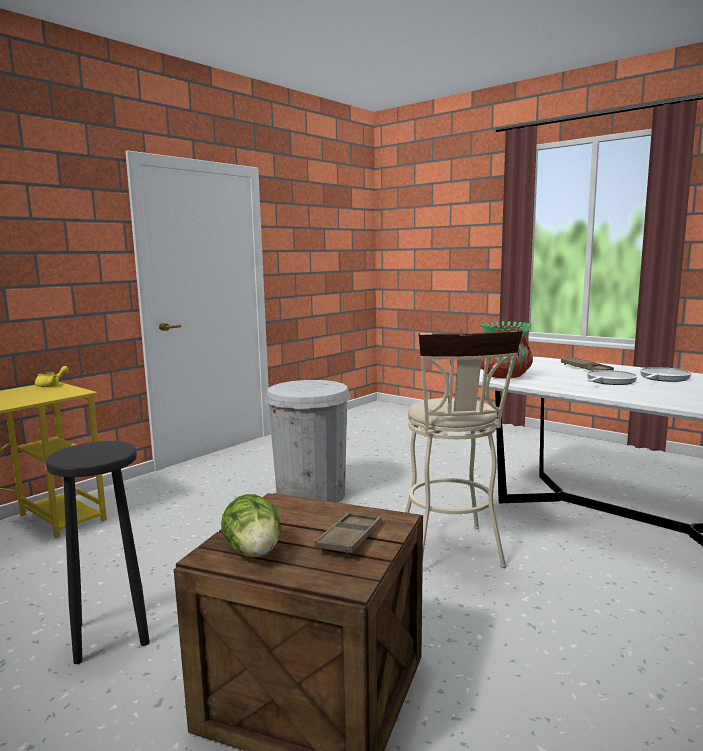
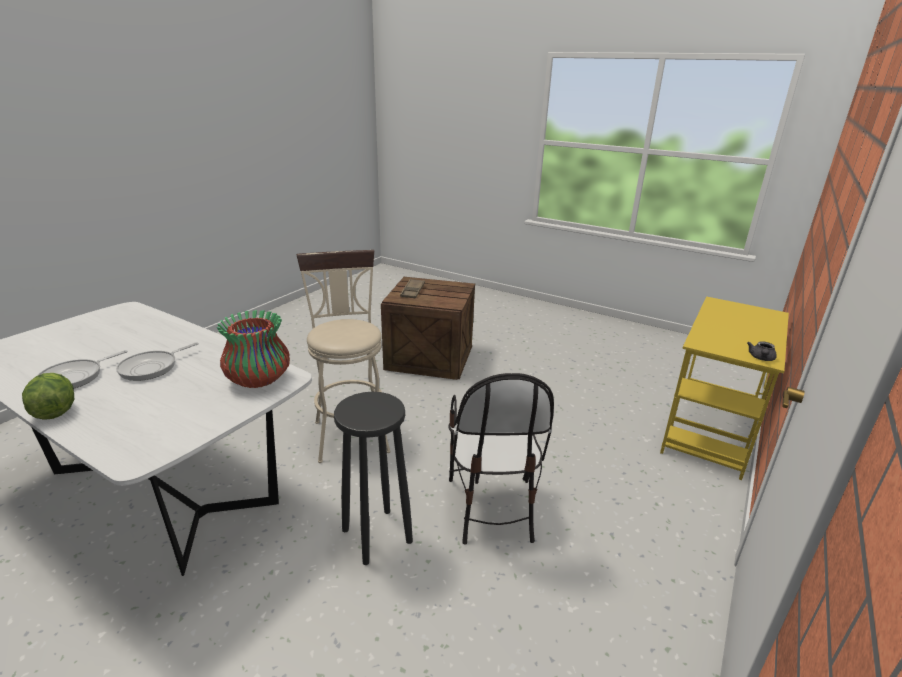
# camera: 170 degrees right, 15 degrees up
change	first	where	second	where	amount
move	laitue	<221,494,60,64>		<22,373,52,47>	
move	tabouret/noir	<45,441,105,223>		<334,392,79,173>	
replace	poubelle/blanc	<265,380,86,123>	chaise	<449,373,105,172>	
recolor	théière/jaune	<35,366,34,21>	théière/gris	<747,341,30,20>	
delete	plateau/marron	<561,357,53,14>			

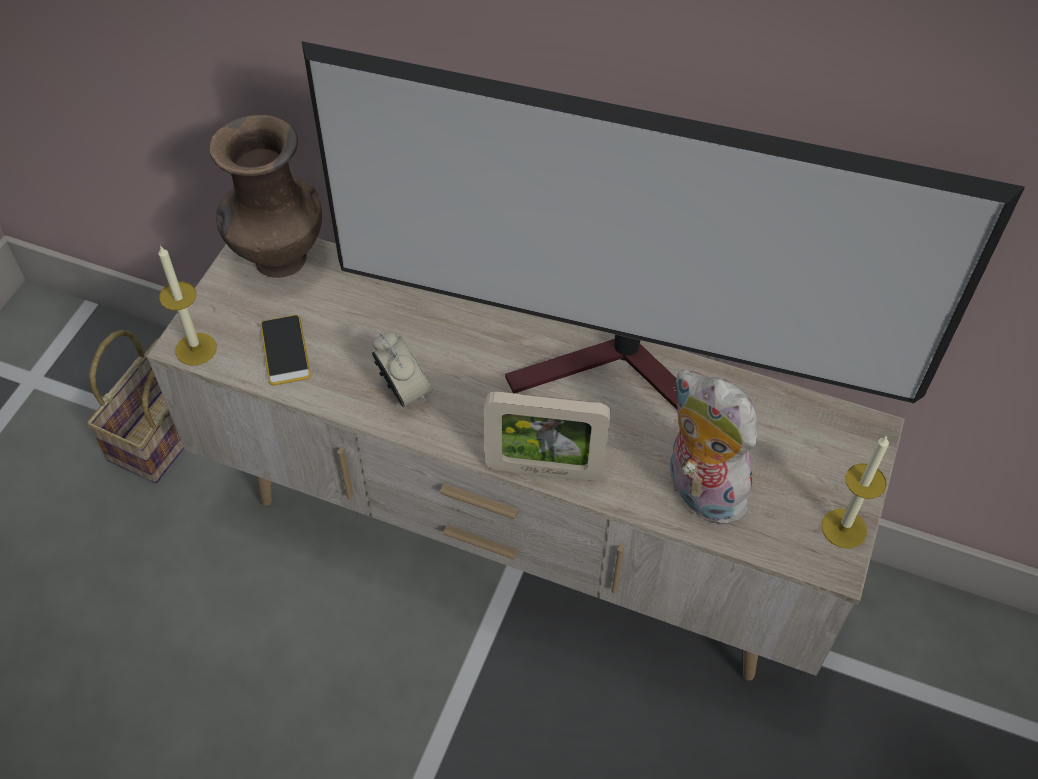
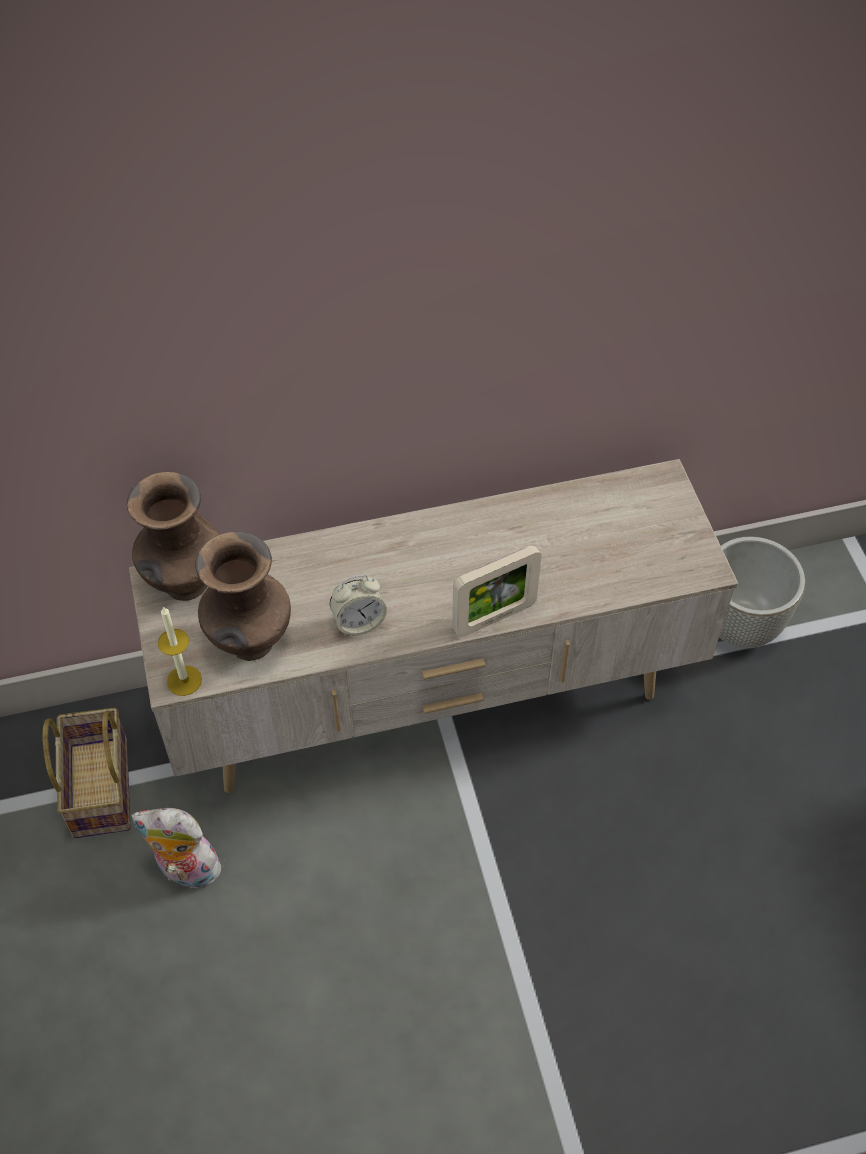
# camera: 35 degrees left, 0 degrees up
change	first	where	second	where	amount
move	peluche	<670,370,88,155>		<131,808,97,85>	
replace	téléphone	<260,315,51,70>	vase/marron	<195,532,96,129>	
rotate	réveil	<372,332,60,75>		<330,575,57,61>	135 degrees clockwise
insert			cache-pot/gris	<719,537,86,111>	
delete	téléviseur	<302,41,723,369>			
delete	bougie	<822,436,67,113>			

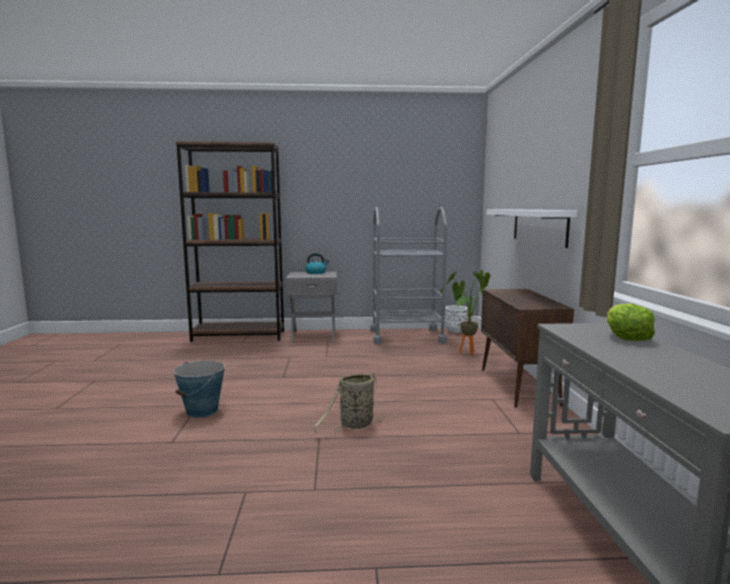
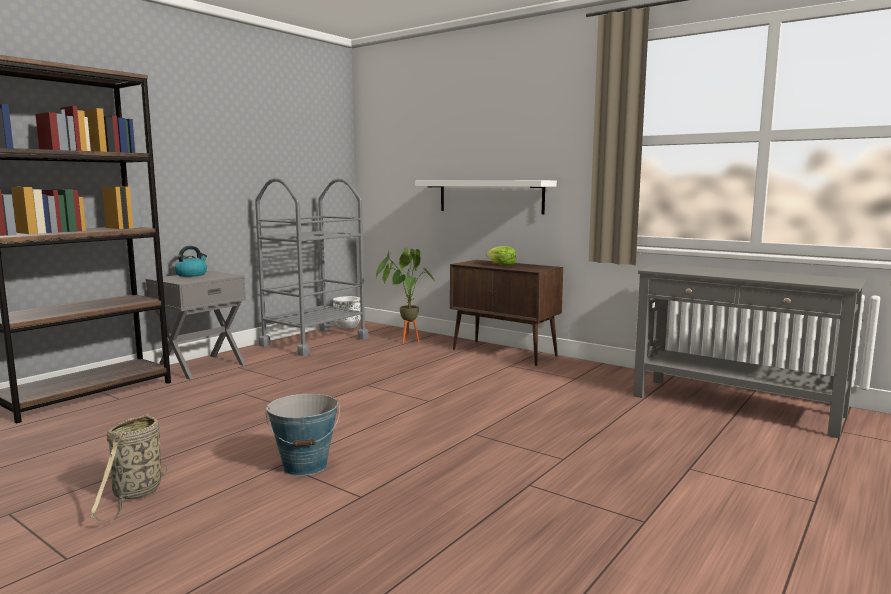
# camera: 50 degrees left, 0 degrees up
change	first	where	second	where	amount
move	panier	<313,373,72,63>		<90,413,78,108>	
move	laitue	<607,303,48,38>		<487,246,29,20>	

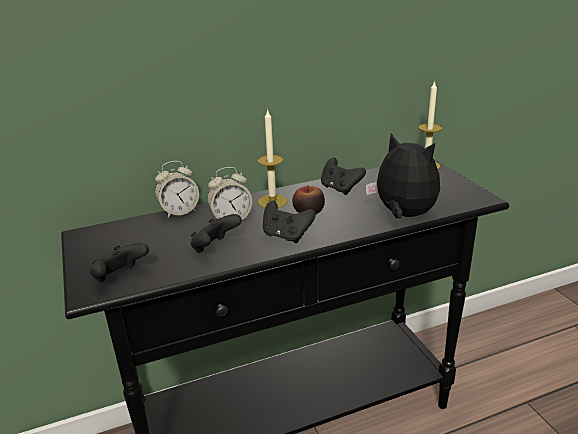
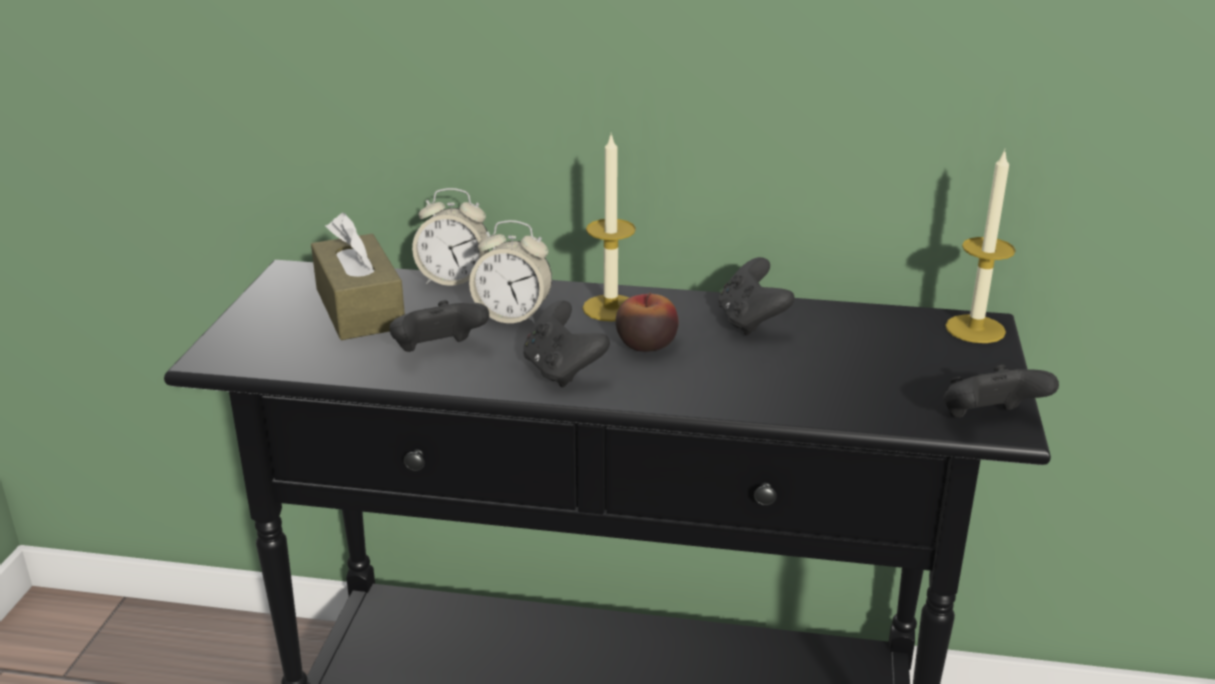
# camera: 30 degrees right, 0 degrees up
change	first	where	second	where	amount
insert			boîte à mouchoirs/marron	<311,213,94,127>	
move	manette/noir	<89,242,60,40>		<944,364,115,54>	
delete	peluche	<365,133,75,86>			

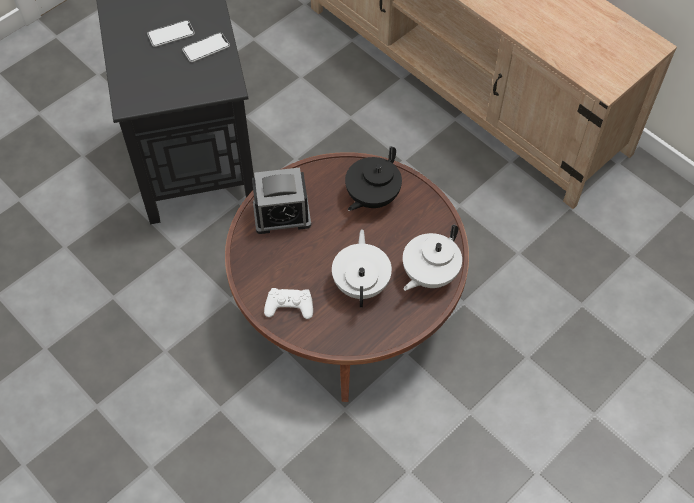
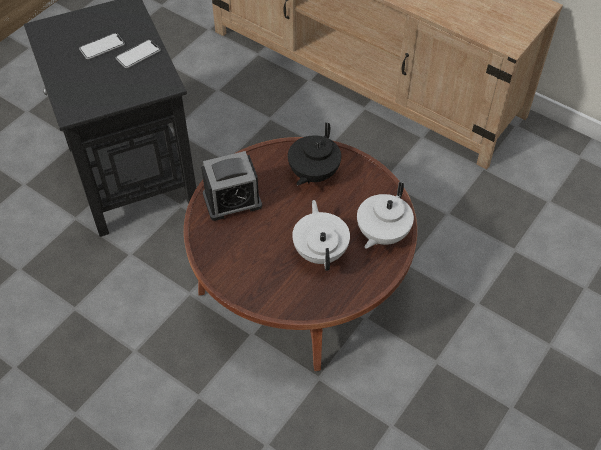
# camera: 10 degrees left, 5 degrees down
change	first	where	second	where	amount
delete	manette/blanc	<264,288,49,31>			

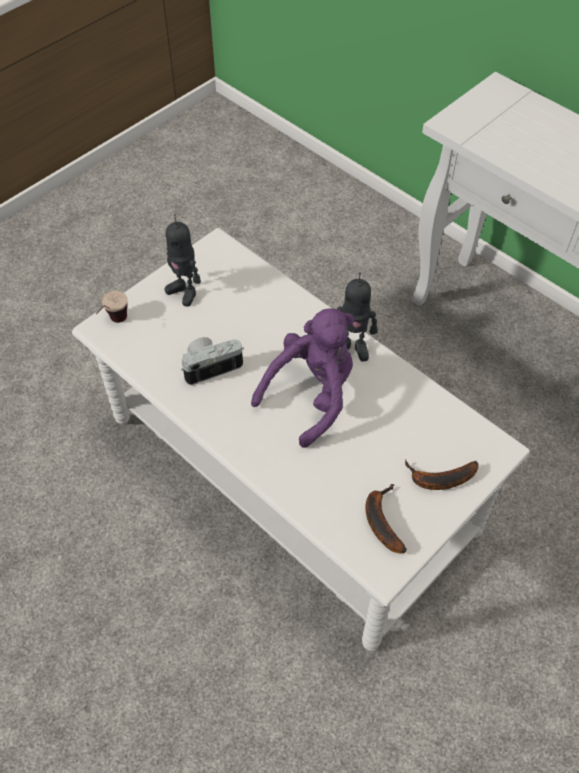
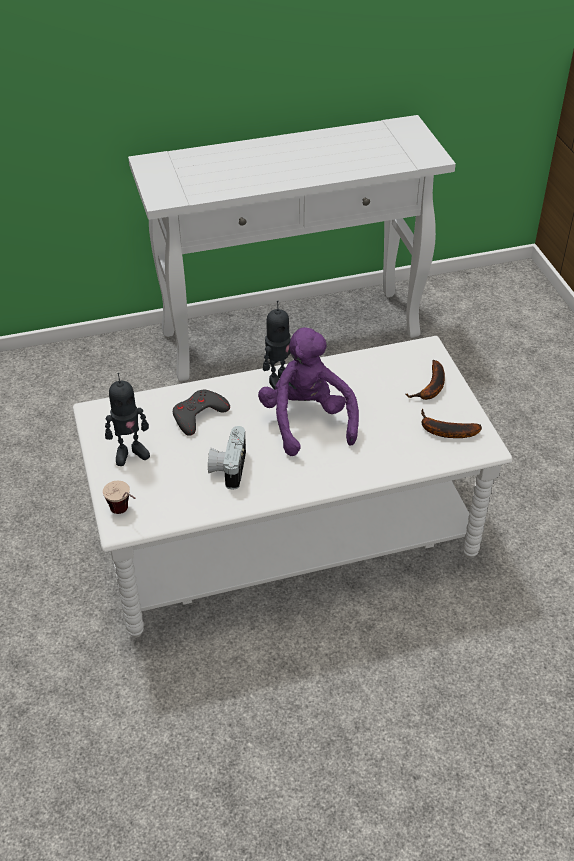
# camera: 60 degrees left, 10 degrees down
change	first	where	second	where	amount
insert			manette/gris	<173,390,57,46>	

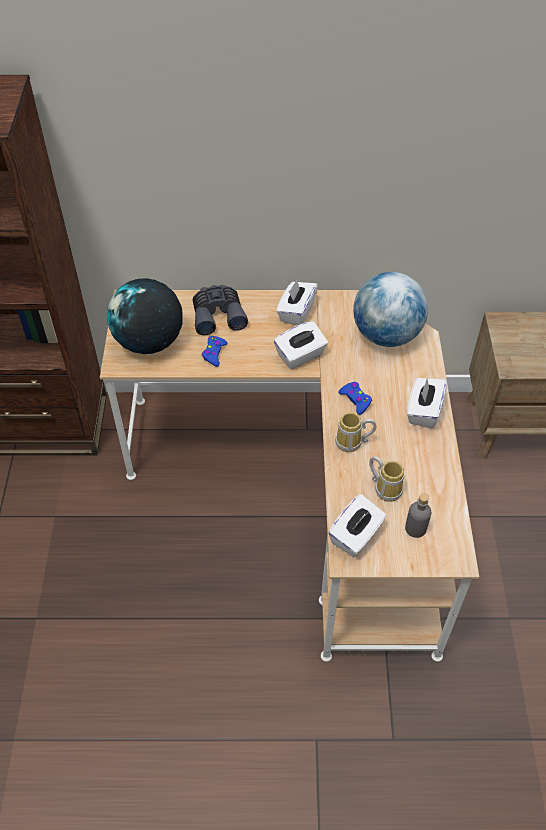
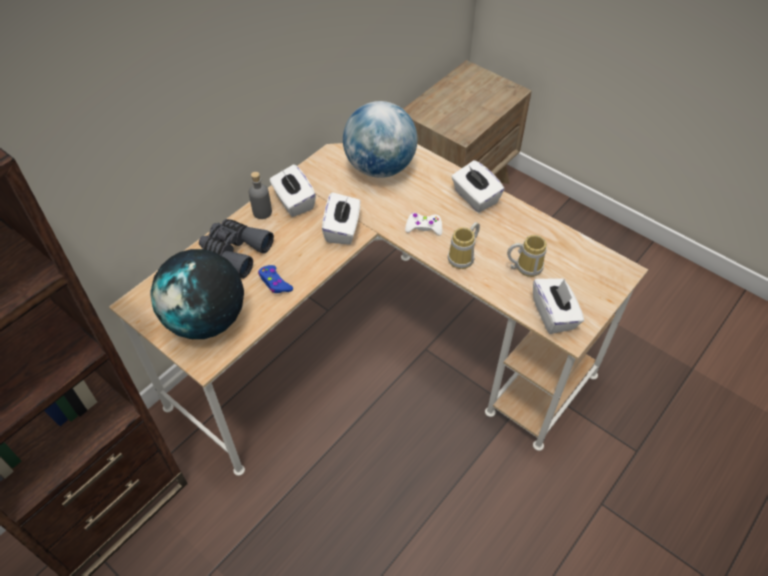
# camera: 50 degrees left, 0 degrees up
change	first	where	second	where	amount
move	bouteille/gris	<405,493,26,45>		<249,172,23,47>	
recolor	manette/bleu	<338,382,34,33>	manette/blanc	<405,213,37,22>	

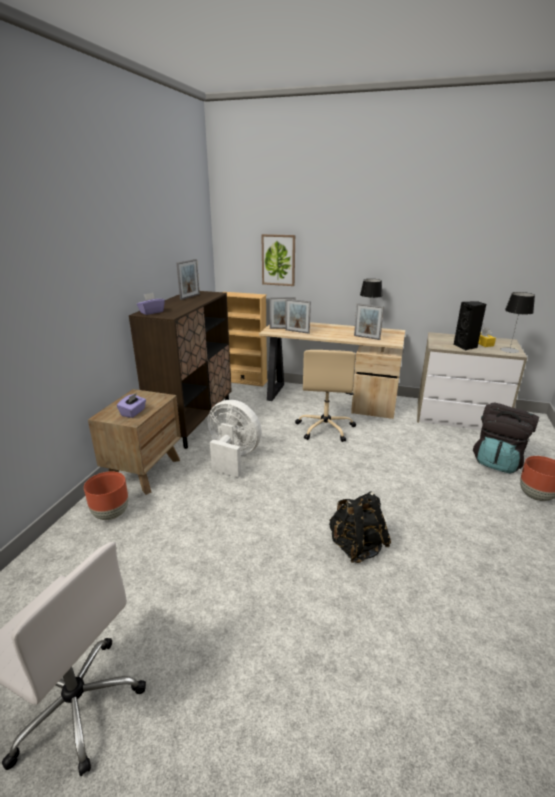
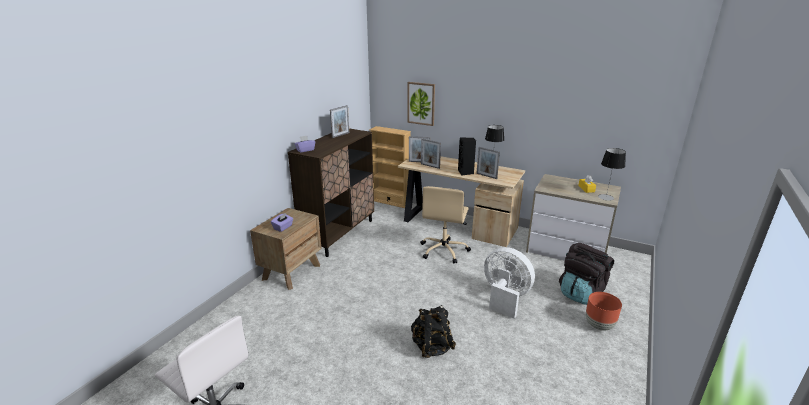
# camera: 10 degrees right, 0 degrees up
change	first	where	second	where	amount
move	enceinte/noir	<454,301,32,49>		<458,137,18,39>	
move	ventilateur/blanc	<207,400,55,78>		<484,247,51,72>	
delete	cache-pot/marron	<84,471,44,49>			

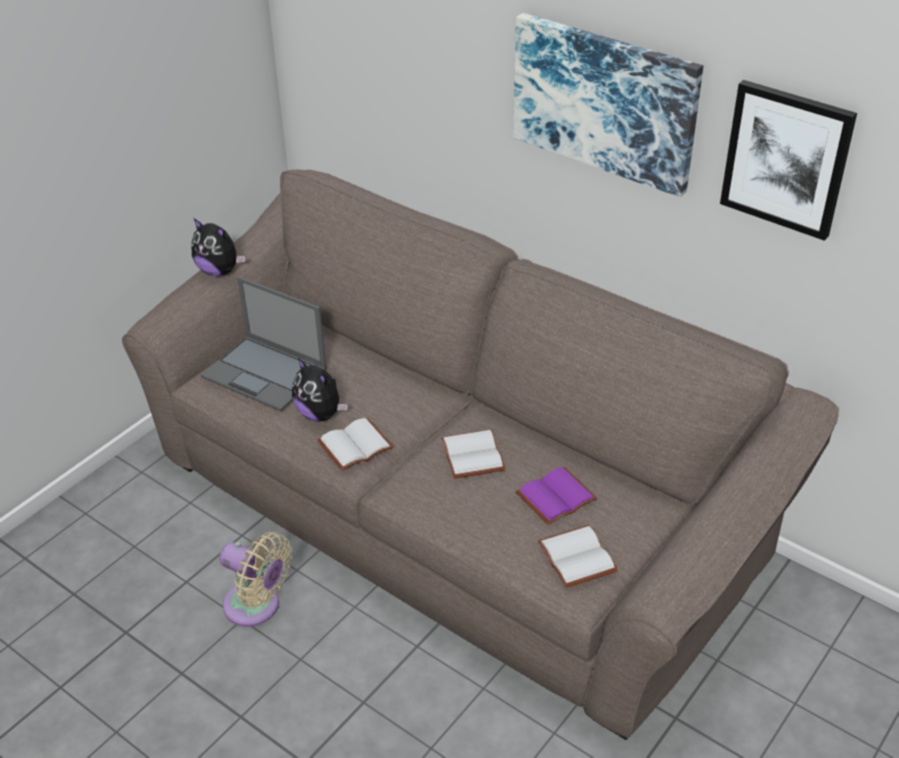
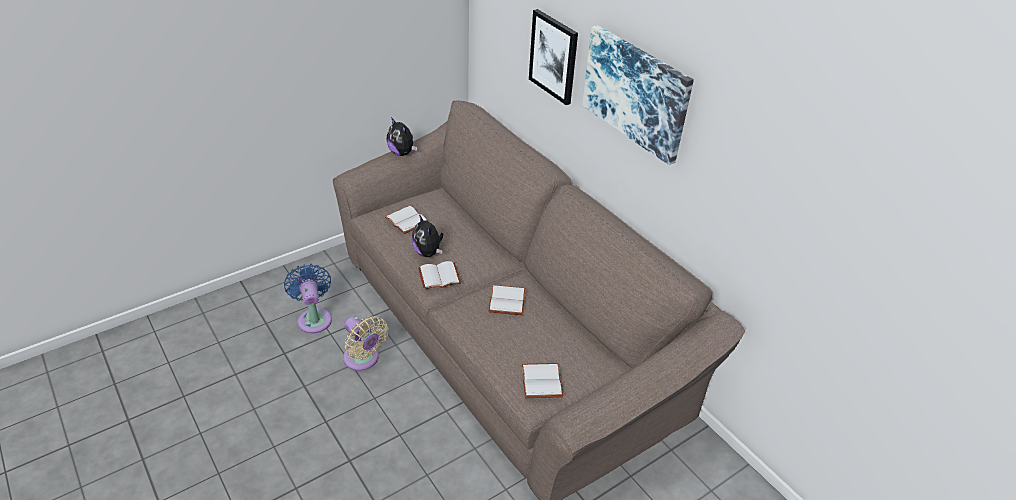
# camera: 15 degrees right, 0 degrees up
change	first	where	second	where	amount
insert			ventilateur/bleu	<284,264,48,70>	
replace	ordinateur portable	<201,277,126,134>	livre/blanc	<385,206,44,28>	
move	tableau	<720,80,137,161>		<529,9,49,96>	
delete	livre/violet	<515,467,83,58>			

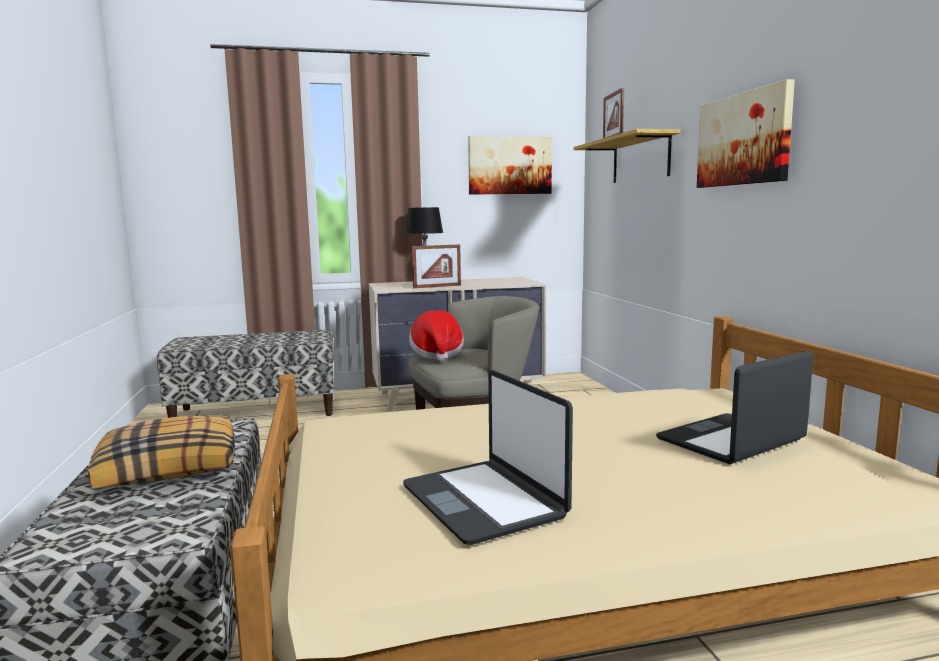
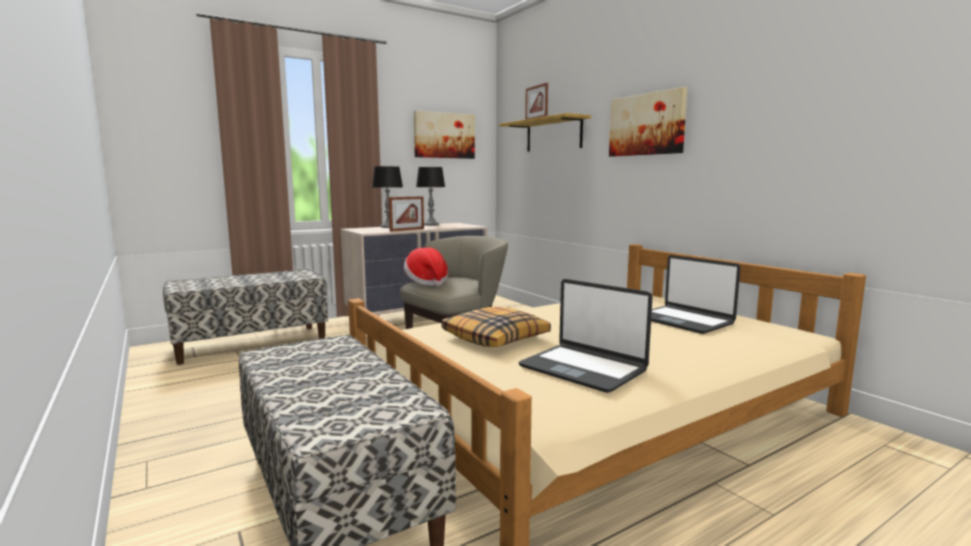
# camera: 20 degrees left, 0 degrees up
change	first	where	second	where	amount
insert			lampe de table	<416,167,29,59>	
move	coussin	<88,415,147,74>		<441,307,110,40>	
rotate	ordinateur portable	<656,351,157,113>		<651,255,90,79>	75 degrees counterclockwise

